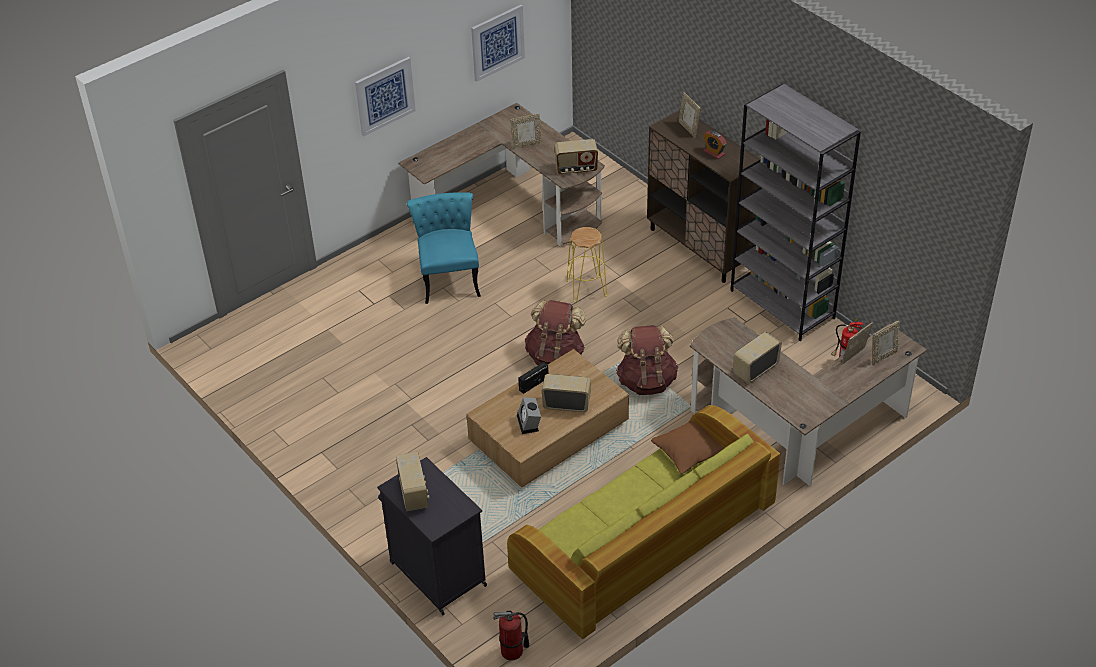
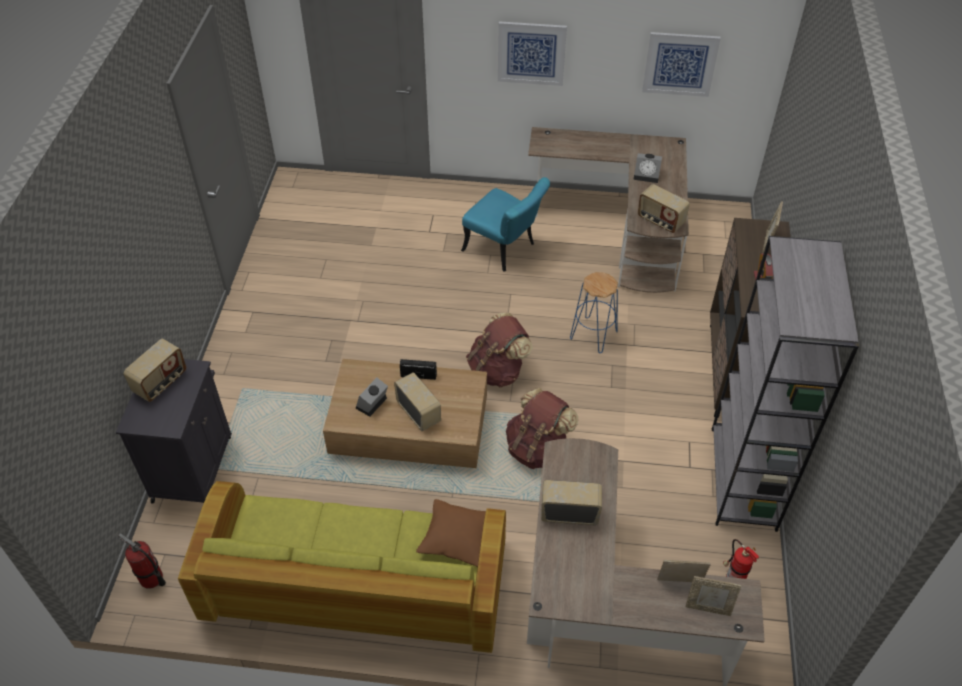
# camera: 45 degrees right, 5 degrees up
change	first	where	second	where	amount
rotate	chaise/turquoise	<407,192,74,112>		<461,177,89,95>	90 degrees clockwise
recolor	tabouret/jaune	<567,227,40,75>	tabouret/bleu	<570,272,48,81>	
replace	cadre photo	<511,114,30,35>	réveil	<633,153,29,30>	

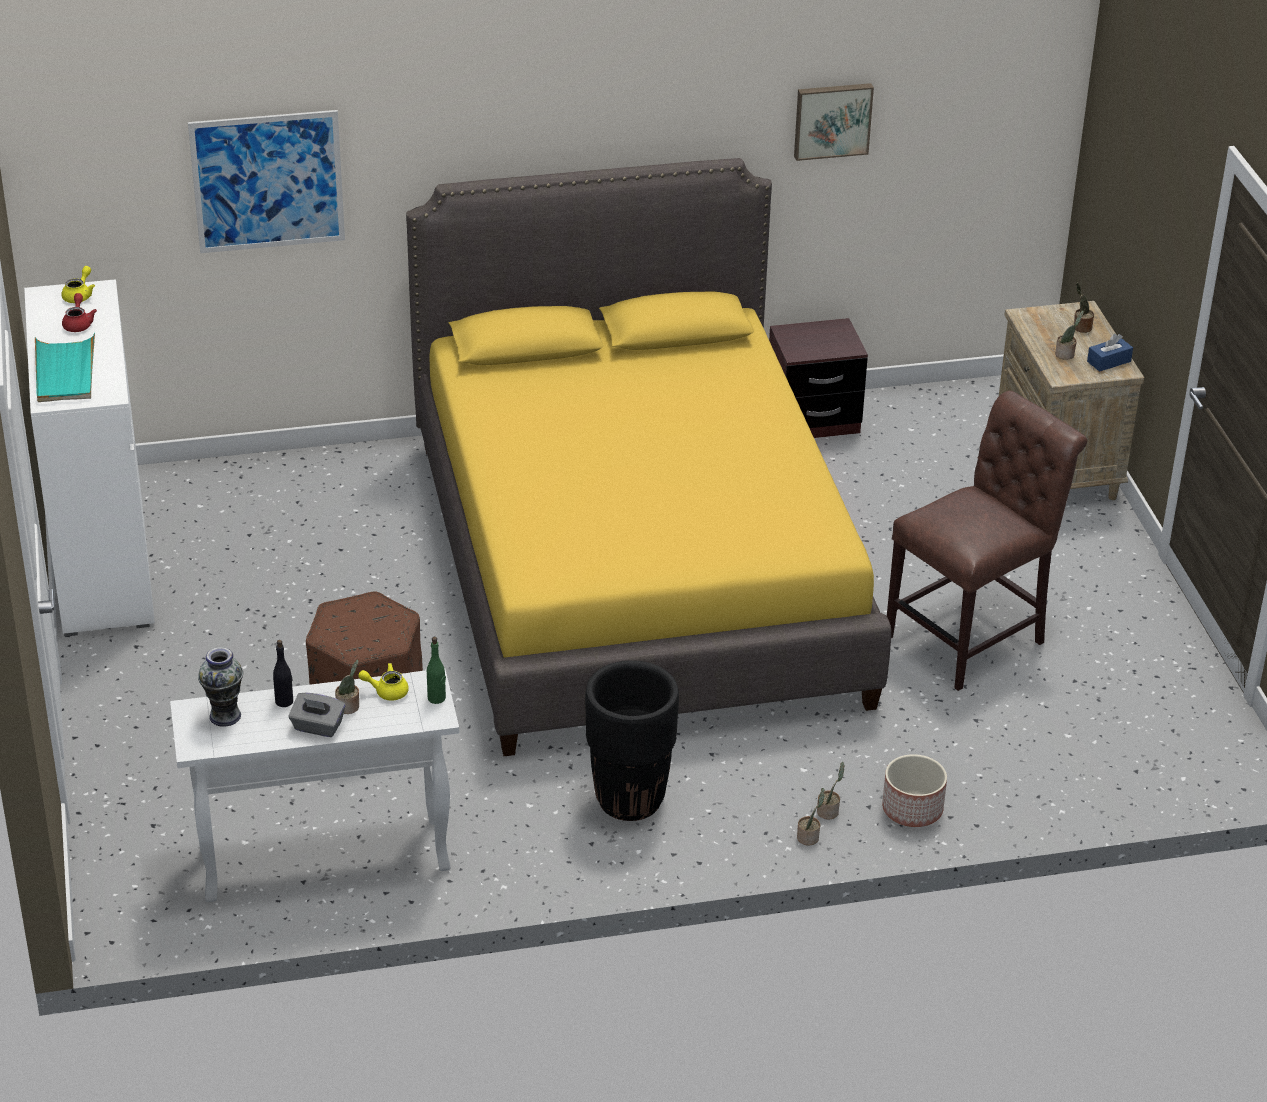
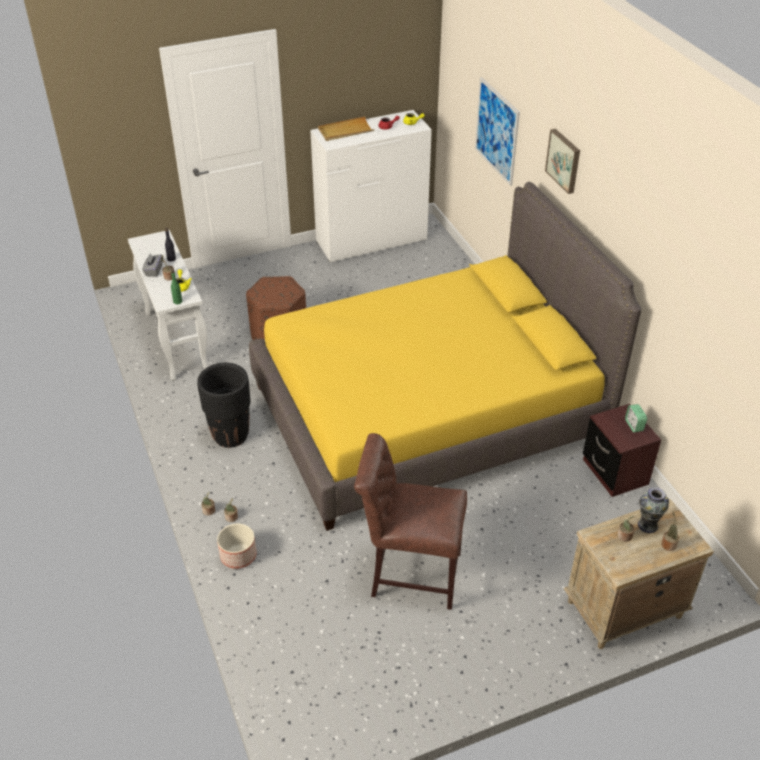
# camera: 80 degrees right, 5 degrees up
change	first	where	second	where	amount
recolor	plateau/turquoise	<35,333,60,69>	plateau/beige	<318,117,56,24>	
rotate	chaise/marron	<887,391,200,300>		<354,433,113,177>	150 degrees clockwise
move	tableau	<794,83,80,78>		<545,129,35,65>	
insert			réveil	<625,404,22,28>	
move	vase	<198,647,45,80>		<638,487,31,46>	
delete	boîte à mouchoirs/bleu	<1087,334,46,38>			

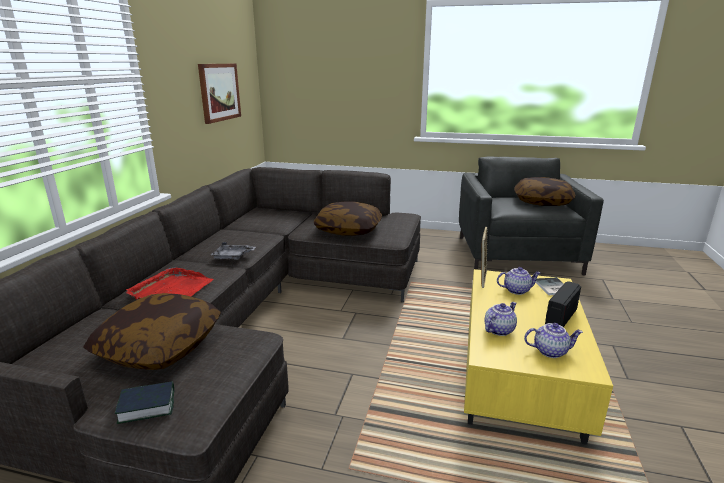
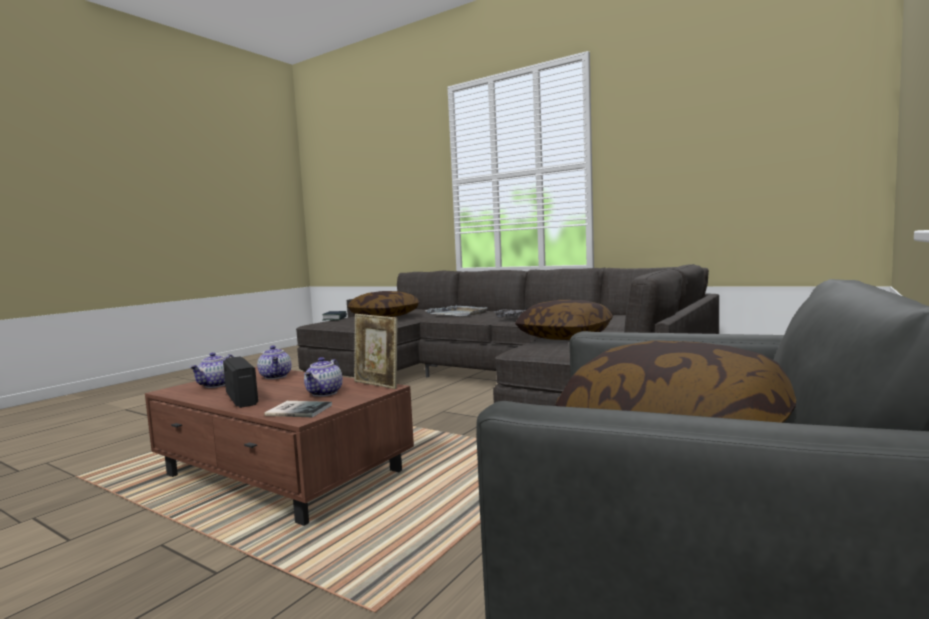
# camera: 110 degrees right, 15 degrees down
change	first	where	second	where	amount
recolor	table basse/jaune	<464,269,149,176>	table basse/marron	<145,367,269,159>	
recolor	plateau/rouge	<126,267,88,33>	plateau/gris	<425,305,62,11>	
delete	tableau	<198,64,43,60>			

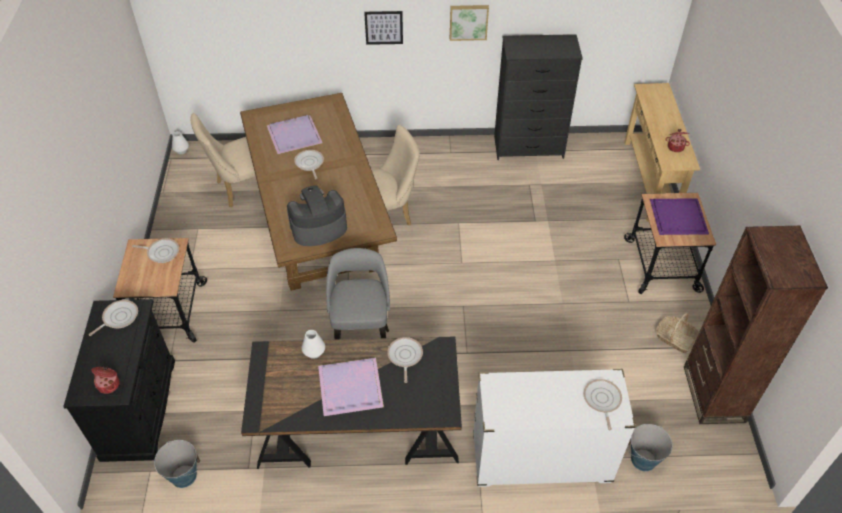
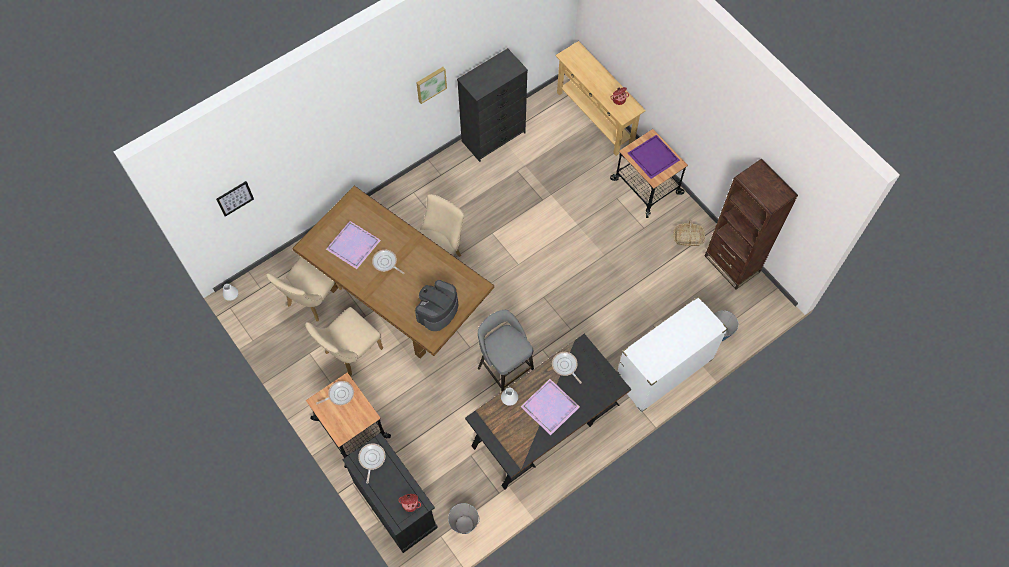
# camera: 35 degrees left, 15 degrees up
change	first	where	second	where	amount
move	tableau	<364,11,39,34>		<216,181,38,36>	
insert			chaise/beige	<305,307,78,69>	
delete	poêle	<584,379,38,51>			

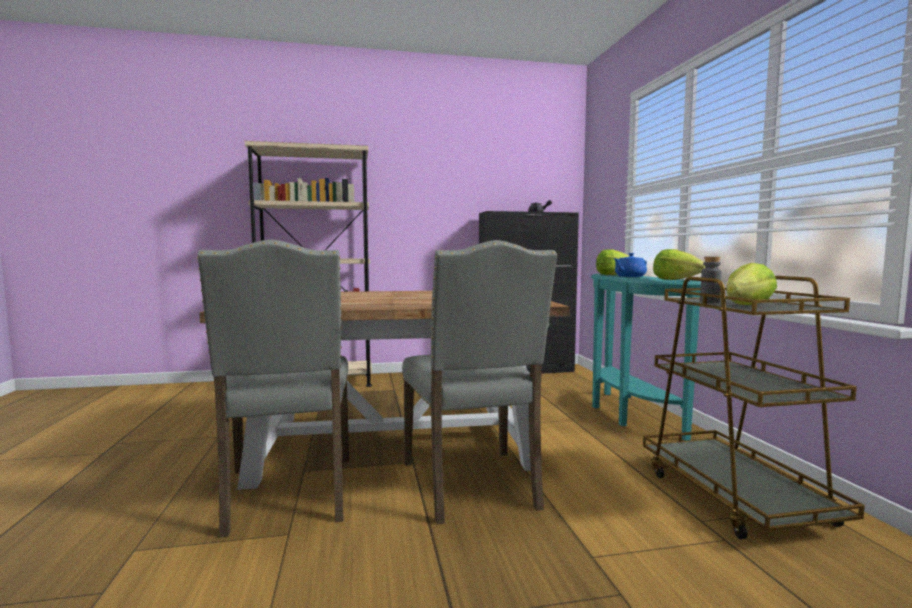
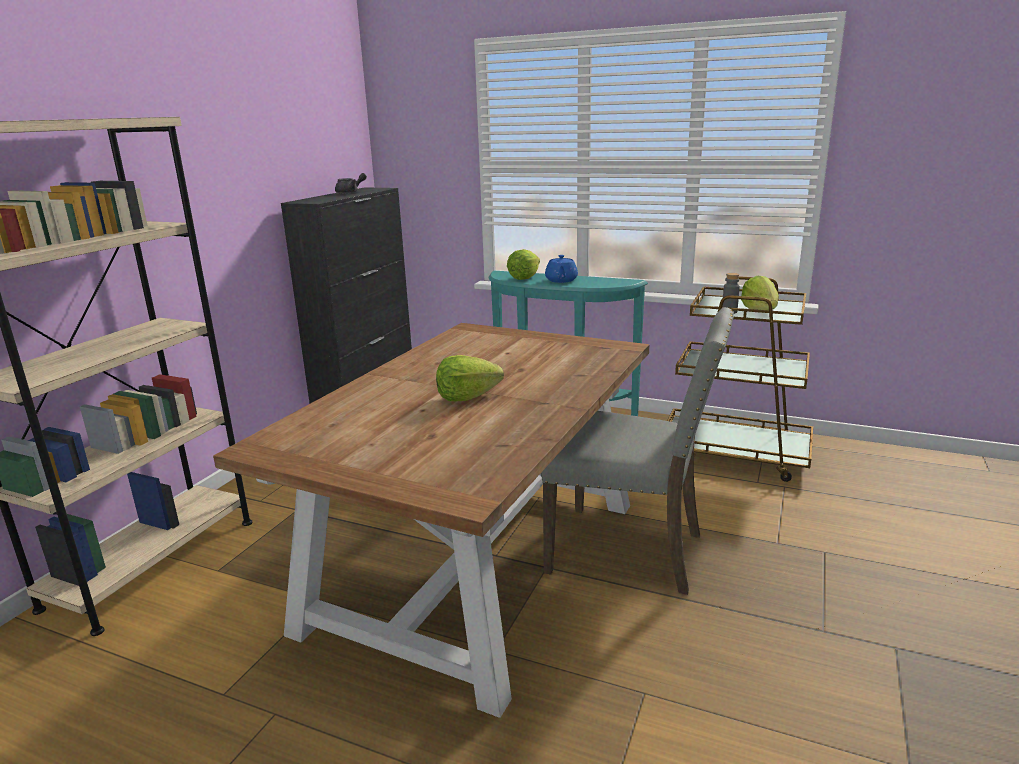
# camera: 55 degrees left, 15 degrees up
change	first	where	second	where	amount
move	laitue	<653,249,52,31>		<436,355,68,46>	
delete	chaise/gris	<197,240,152,297>			

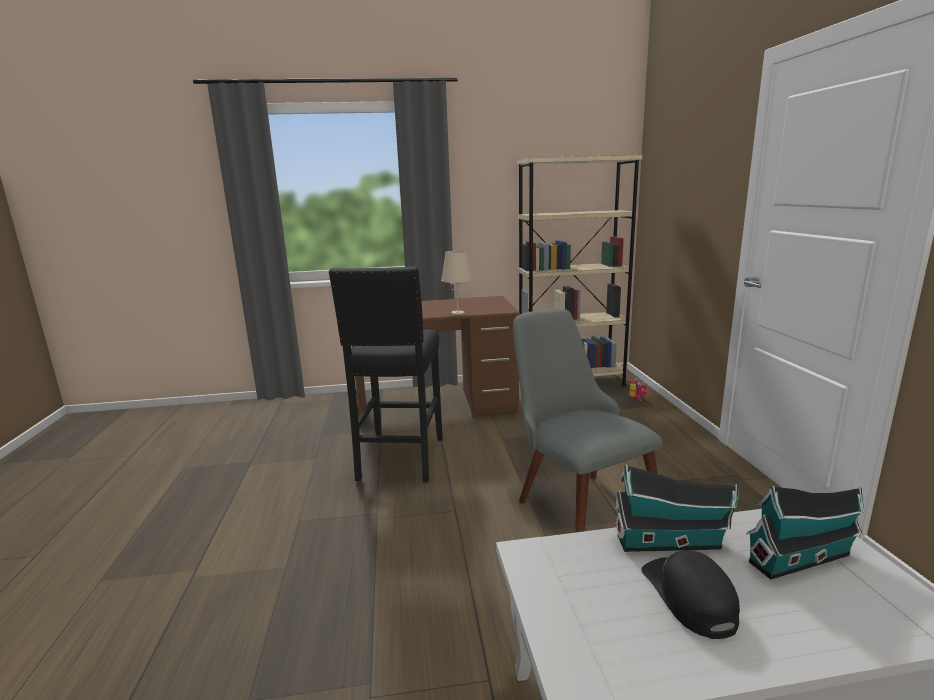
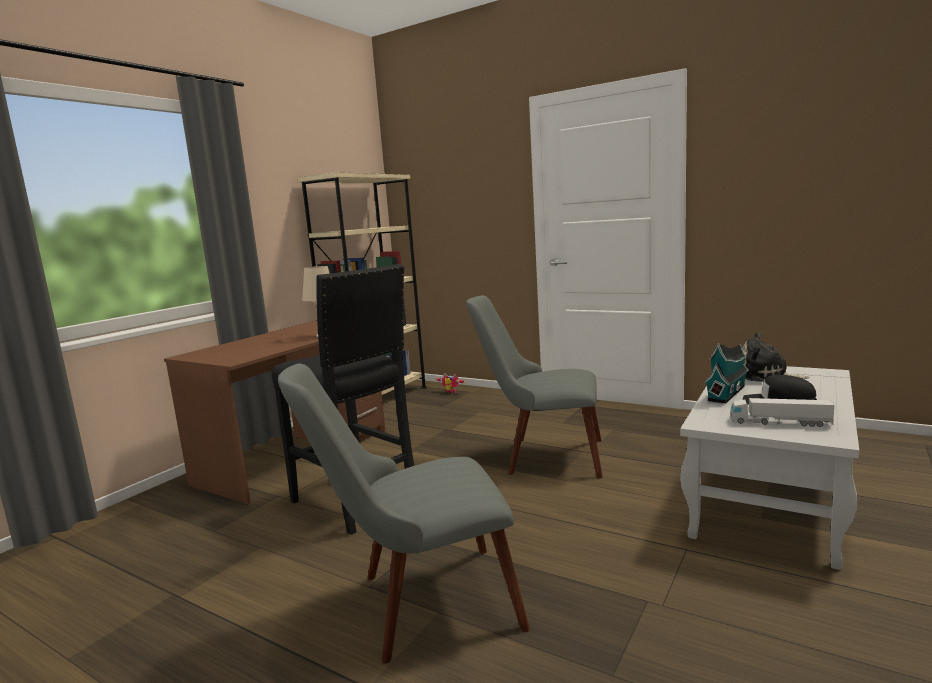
# camera: 50 degrees left, 5 degrees down
change	first	where	second	where	amount
insert			chaise/gris	<278,363,252,301>	
insert			camion jouet	<730,398,104,29>	
replace	maison miniature	<746,486,119,94>	peluche	<742,332,68,50>	

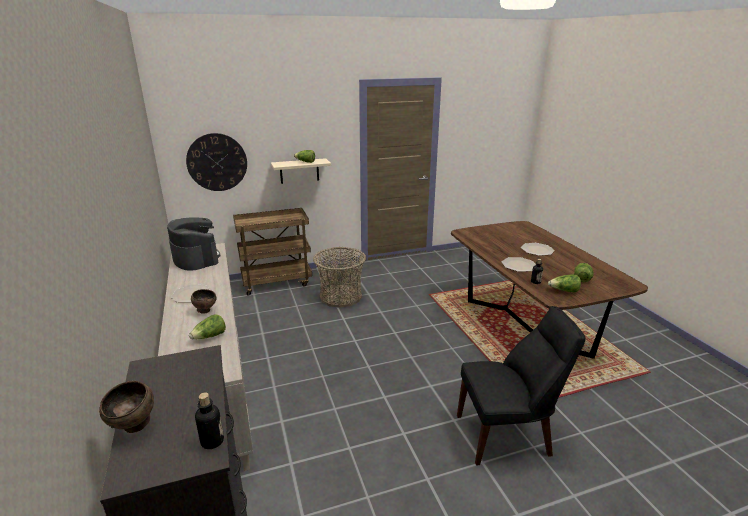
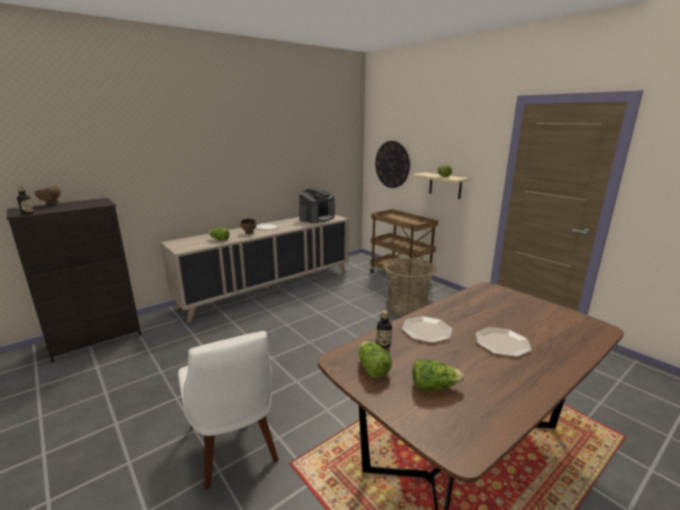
# camera: 70 degrees right, 5 degrees down
change	first	where	second	where	amount
recolor	chaise/noir	<457,306,129,160>	chaise/blanc	<178,331,101,159>	

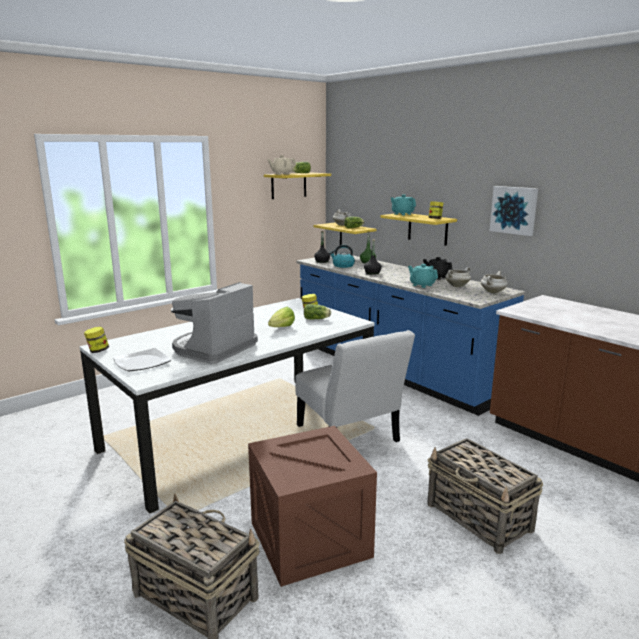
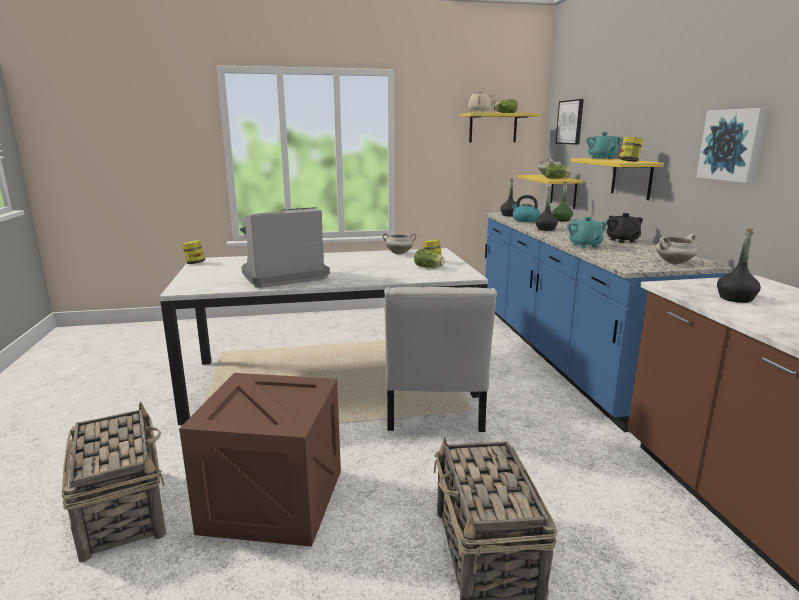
# camera: 30 degrees right, 0 degrees up
change	first	where	second	where	amount
move	marmite/blanc	<445,267,26,20>		<382,233,35,21>	
insert			tableau	<555,99,29,46>	
insert			bouteille/noir	<717,228,44,75>	
delete	assiette	<113,348,58,24>			
delete	laitue	<268,307,27,20>			

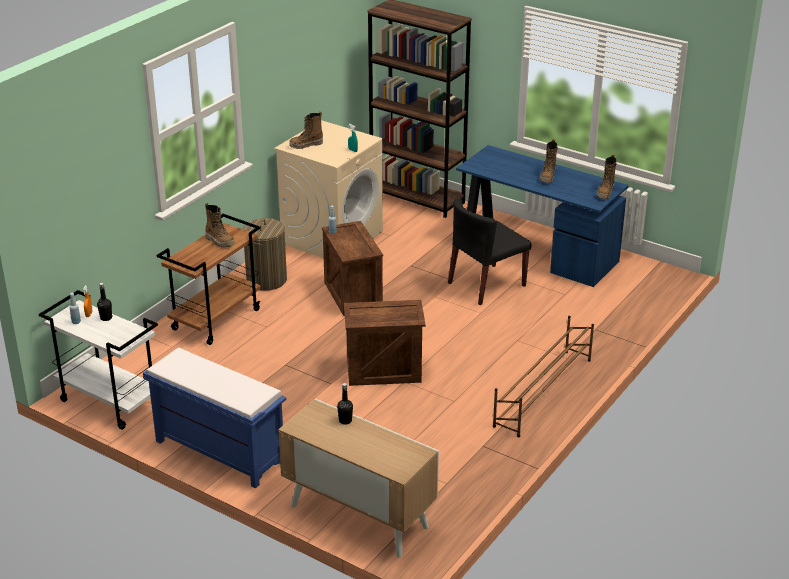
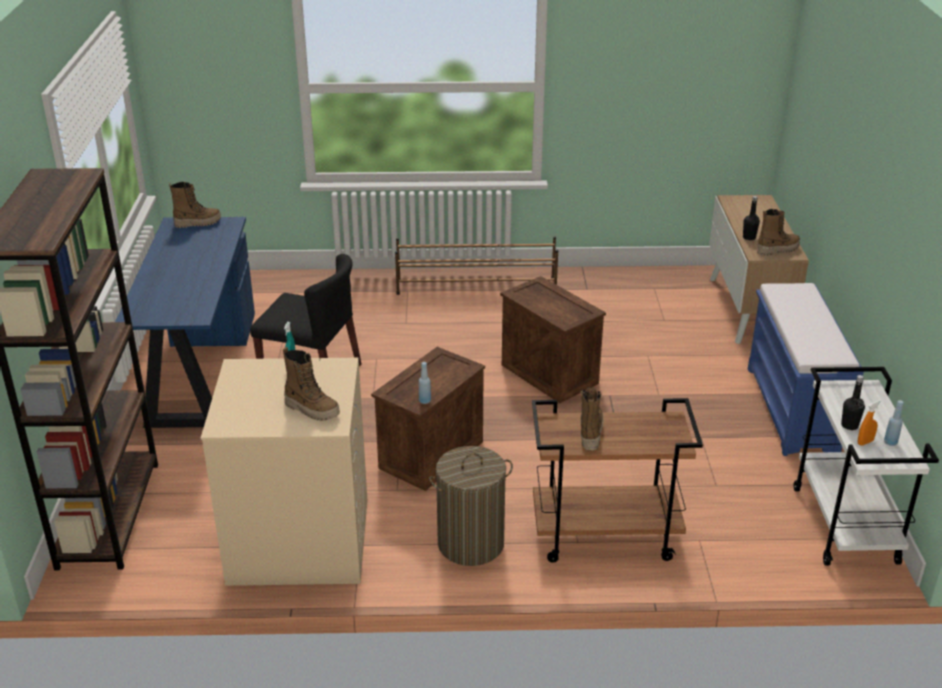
# camera: 125 degrees left, 0 degrees up
change	first	where	second	where	amount
move	botte	<540,139,18,44>		<757,209,43,47>	

